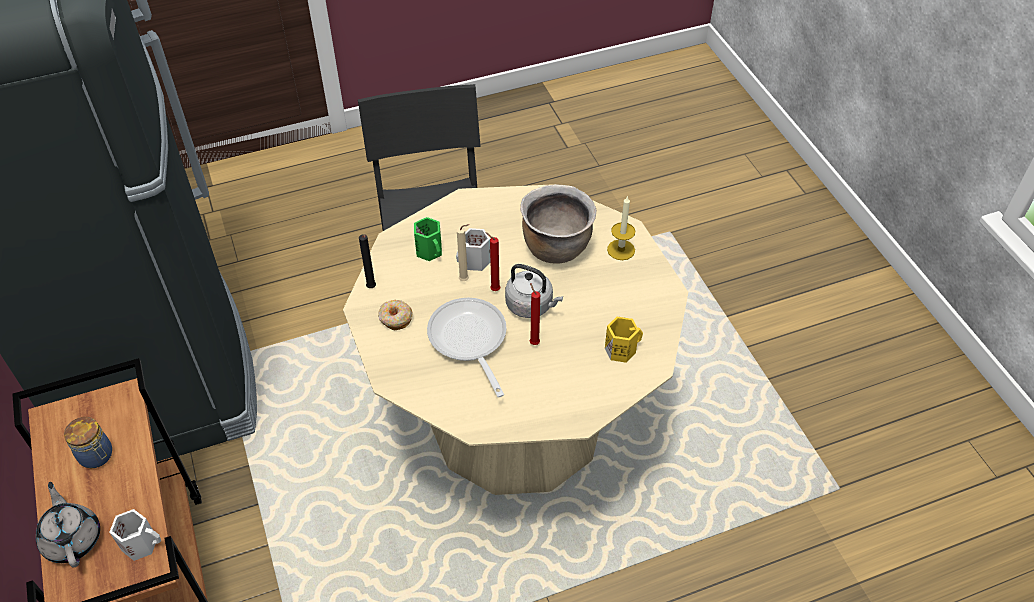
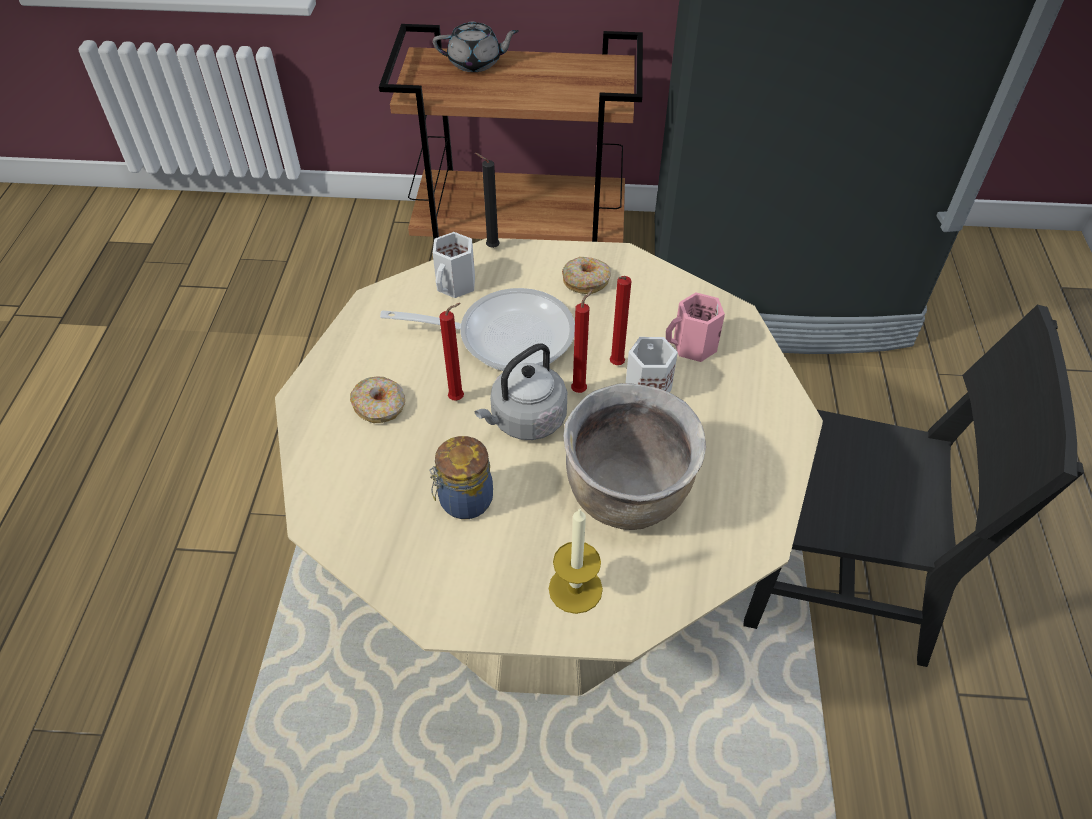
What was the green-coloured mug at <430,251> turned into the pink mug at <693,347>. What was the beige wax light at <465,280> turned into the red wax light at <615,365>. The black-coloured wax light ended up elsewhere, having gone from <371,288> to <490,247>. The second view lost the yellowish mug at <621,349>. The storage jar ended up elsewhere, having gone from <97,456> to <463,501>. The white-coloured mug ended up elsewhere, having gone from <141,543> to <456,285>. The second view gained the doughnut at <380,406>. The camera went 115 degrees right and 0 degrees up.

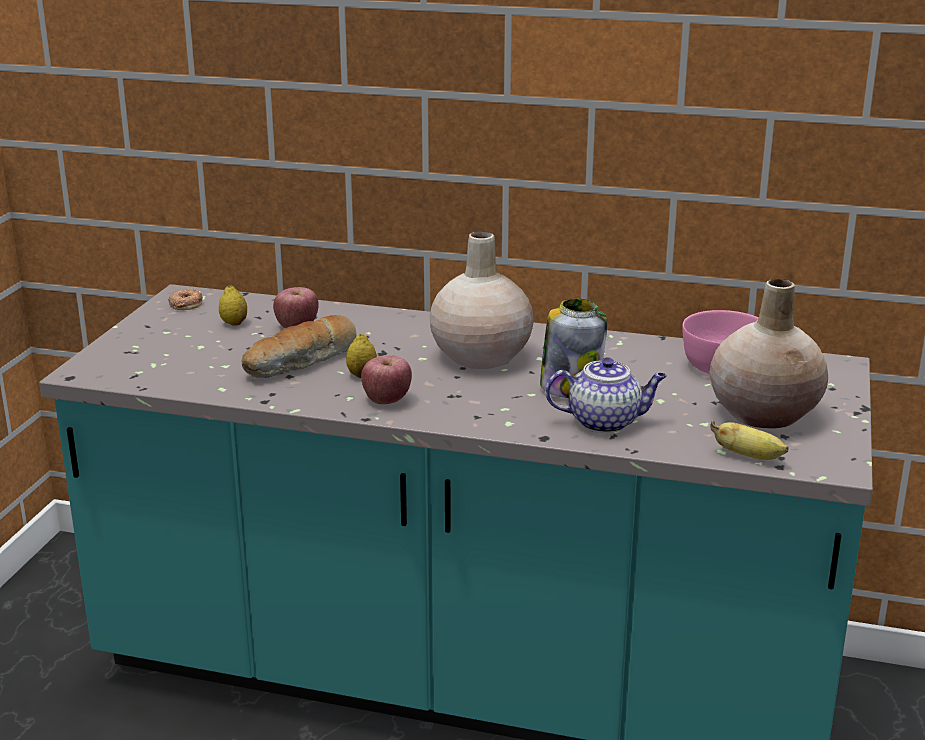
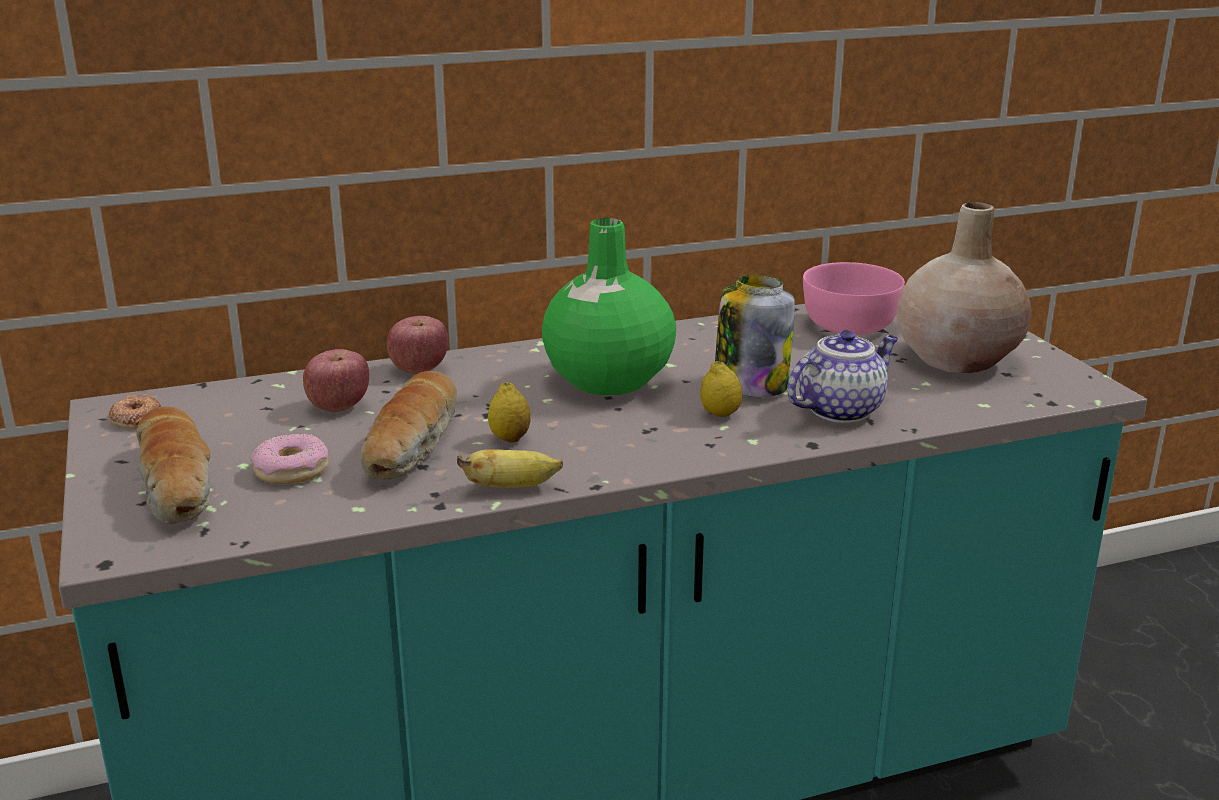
What was the beige vase at <480,356> turned into the green-coloured vase at <607,379>. The citrus fruit ended up elsewhere, having gone from <234,323> to <720,414>. The apple ended up elsewhere, having gone from <387,400> to <419,369>. The banana ended up elsewhere, having gone from <749,456> to <511,487>. The second view gained the bread at <178,484>. The second view gained the doughnut at <291,470>. The camera went 35 degrees left and 0 degrees up.

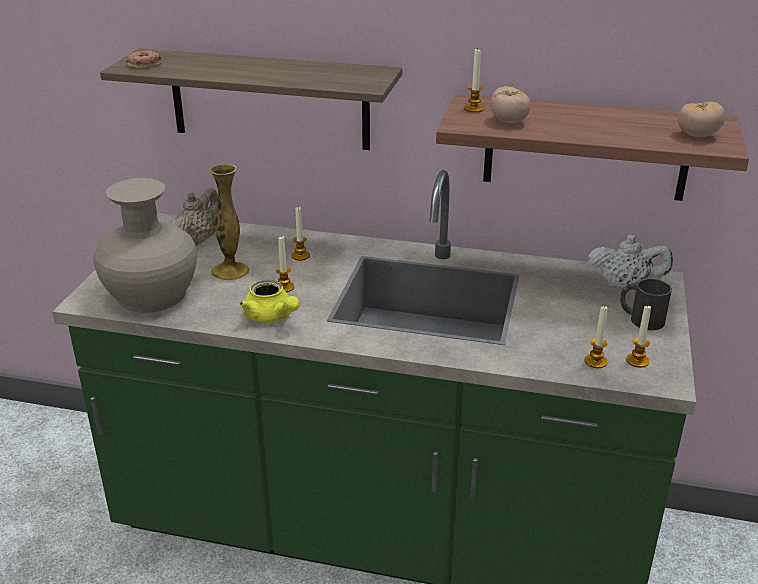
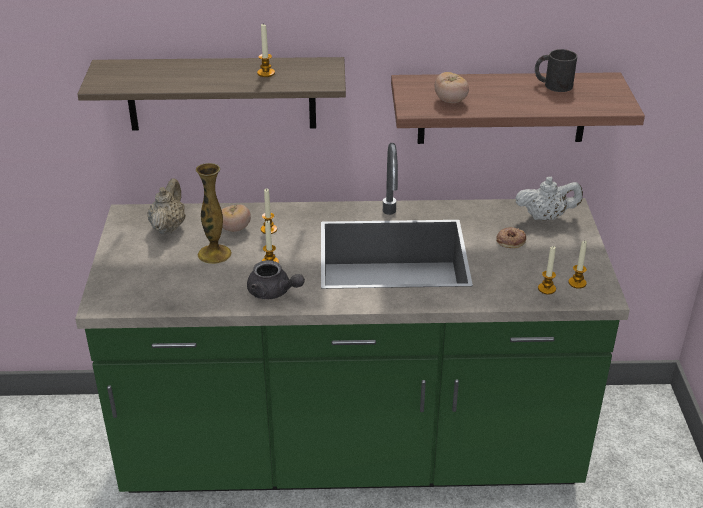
The wax light ended up elsewhere, having gone from <474,109> to <266,73>. The doughnut ended up elsewhere, having gone from <144,64> to <510,240>. The whole tomato ended up elsewhere, having gone from <697,136> to <235,229>. The second view lost the beige vase at <152,294>. The black-coloured mug ended up elsewhere, having gone from <640,318> to <552,84>. What was the yellowish tea pot at <271,317> turned into the gray tea pot at <273,292>. The camera went 15 degrees left and 5 degrees up.

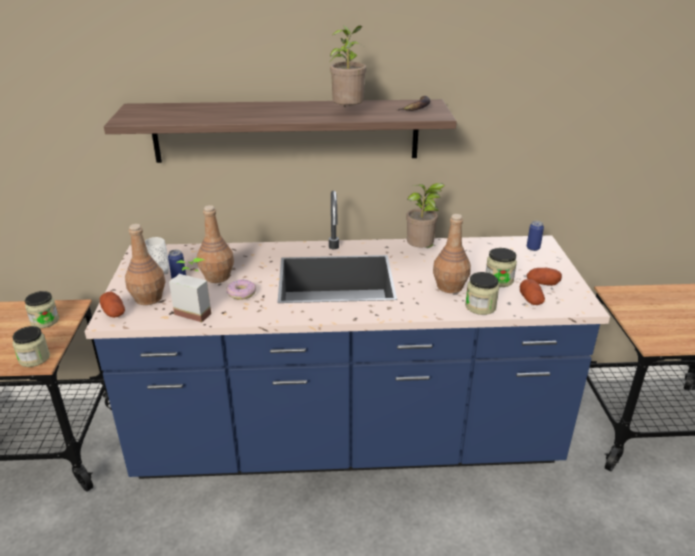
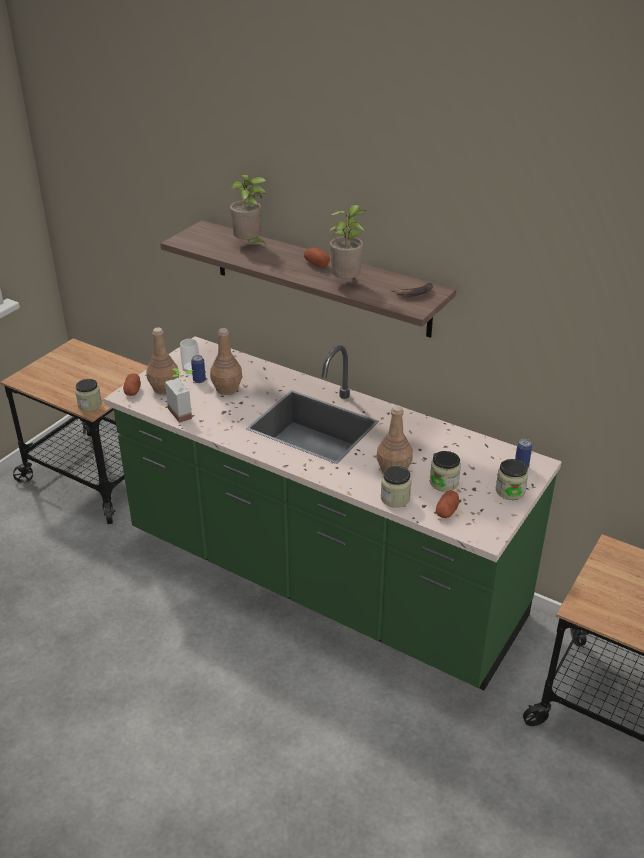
The houseplant ended up elsewhere, having gone from <421,251> to <249,245>. What was the bluish counter at <347,439> turned into the green-coloured counter at <322,579>. The whole potato ended up elsewhere, having gone from <542,283> to <316,264>. The second view lost the doughnut at <241,293>. The storage jar ended up elsewhere, having gone from <45,321> to <510,491>. The camera went 35 degrees right and 5 degrees up.

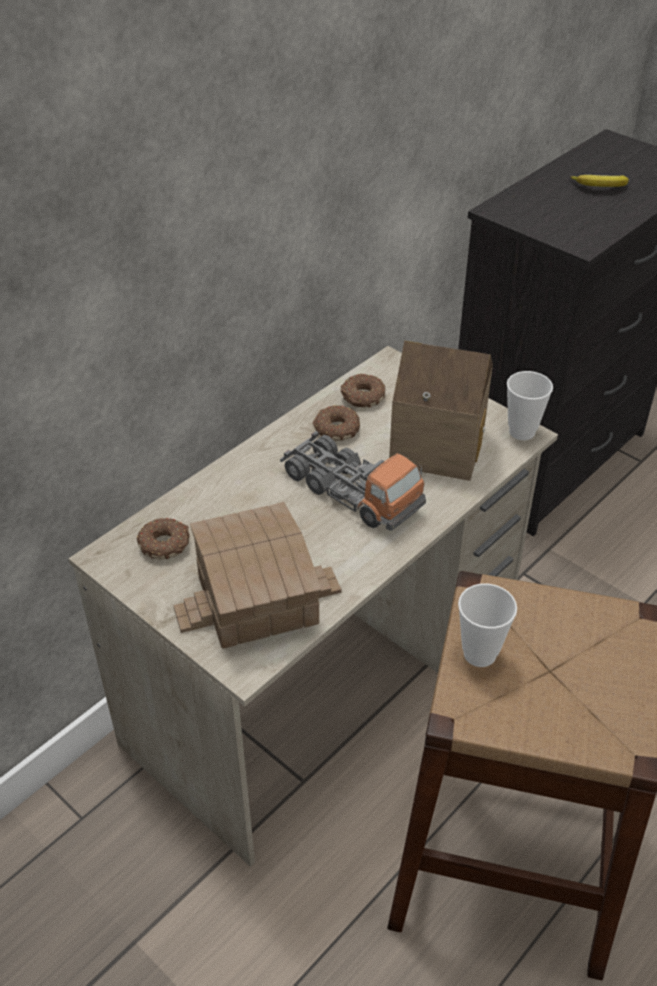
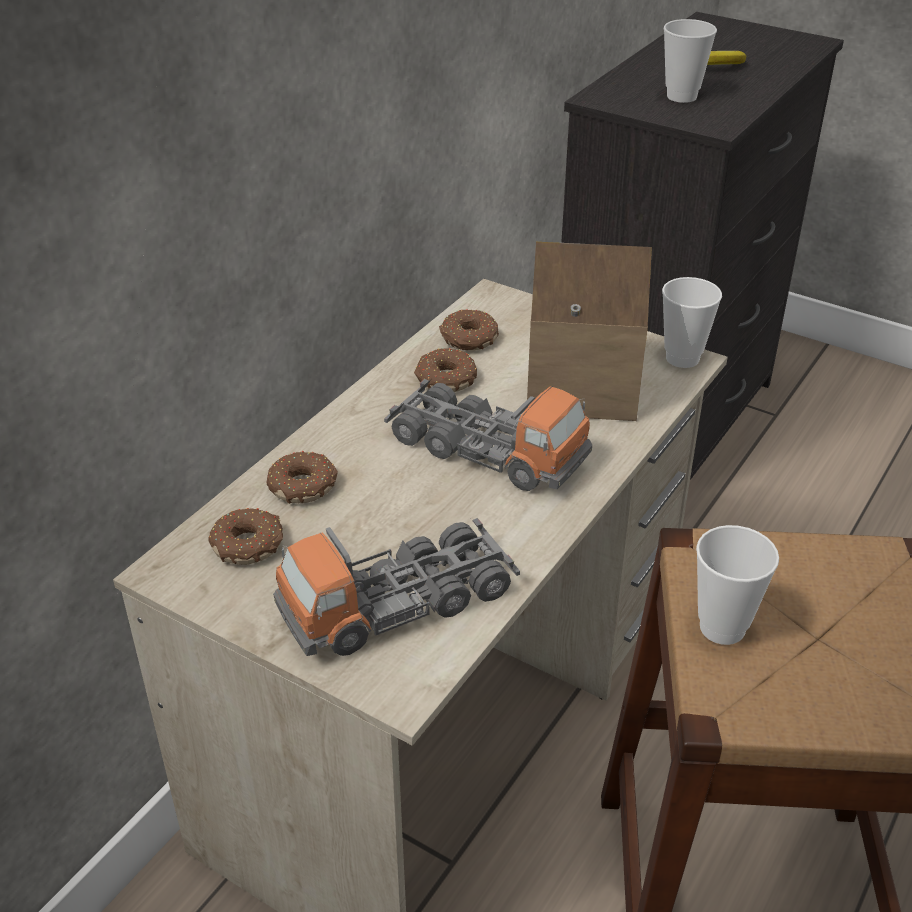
Where the model house stood at <258,602>, the toy lorry came to stand at <399,603>. The second view gained the drinking cup at <681,96>. The second view gained the doughnut at <304,485>. The camera went 10 degrees left and 5 degrees down.

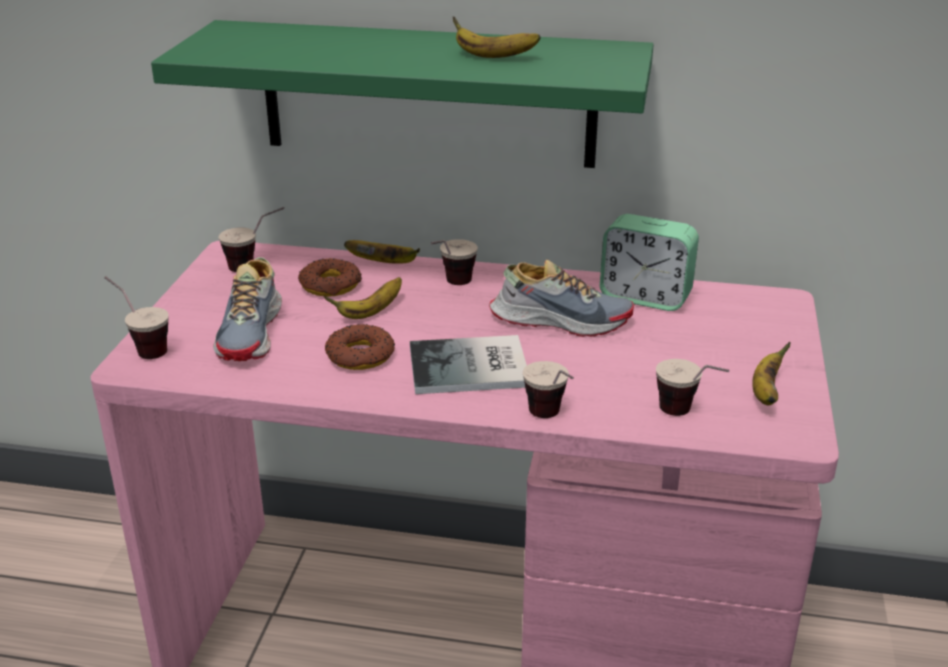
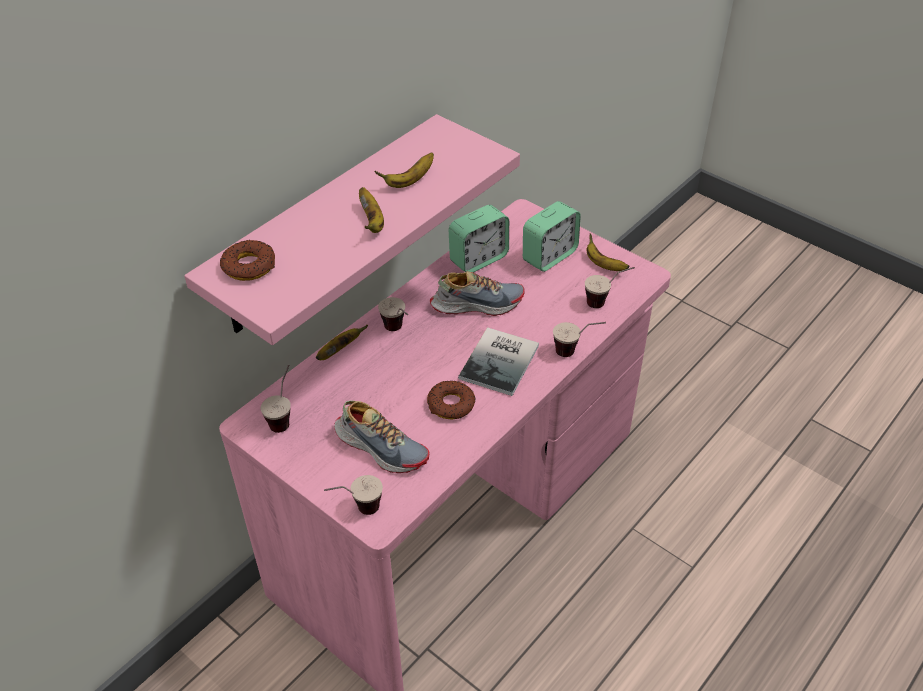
What was the green-coloured wall shelf at <428,94> turned into the pink wall shelf at <326,226>. The doughnut ended up elsewhere, having gone from <330,285> to <249,266>. The shoe at <560,320> ended up facing another way, 45 degrees clockwise from before. The banana ended up elsewhere, having gone from <370,312> to <372,222>. The second view gained the bedside clock at <549,256>. The camera went 60 degrees left and 15 degrees up.

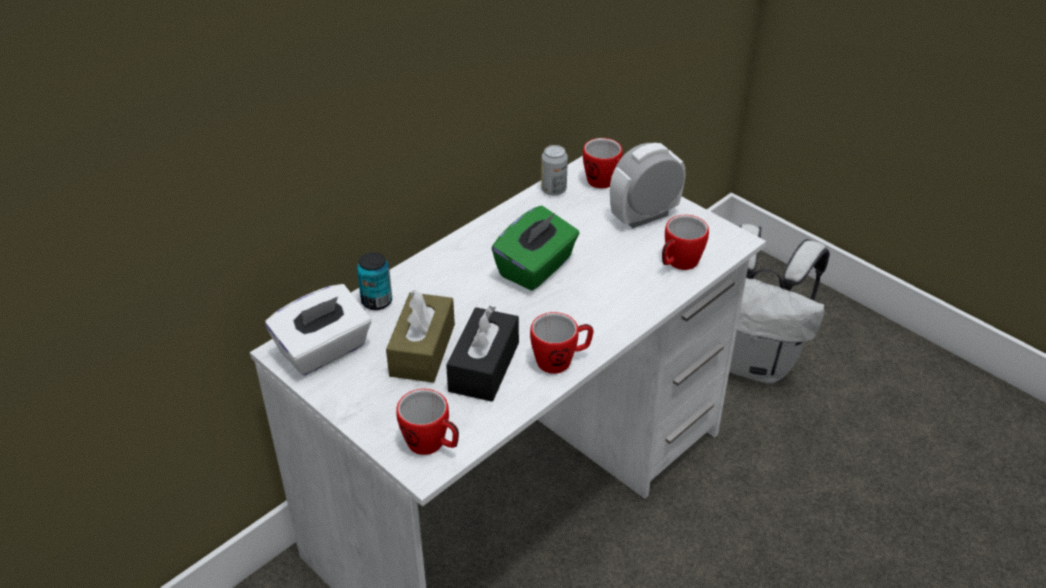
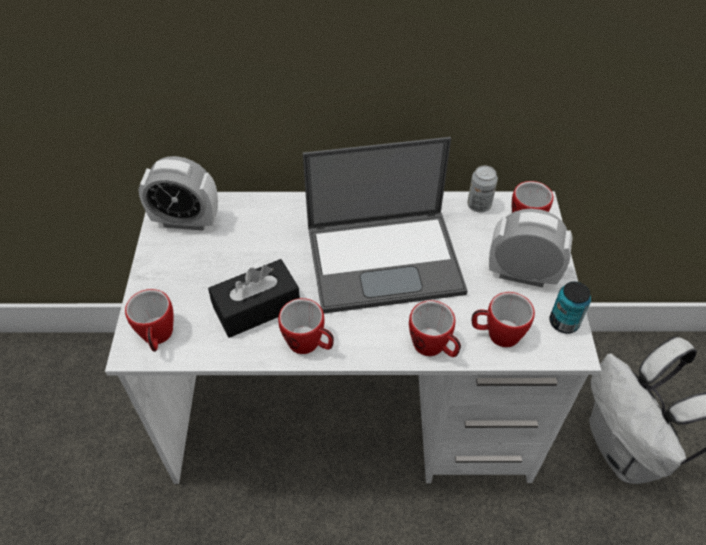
Where the green-coloured tissue holder stood at <536,268>, the laptop came to stand at <386,259>. The metal can ended up elsewhere, having gone from <377,301> to <564,322>. Where the white-coloured tissue holder stood at <324,350>, the bedside clock came to stand at <186,221>. The second view lost the brown-coloured tissue holder at <422,350>. The second view gained the mug at <434,348>. The camera went 45 degrees right and 10 degrees up.

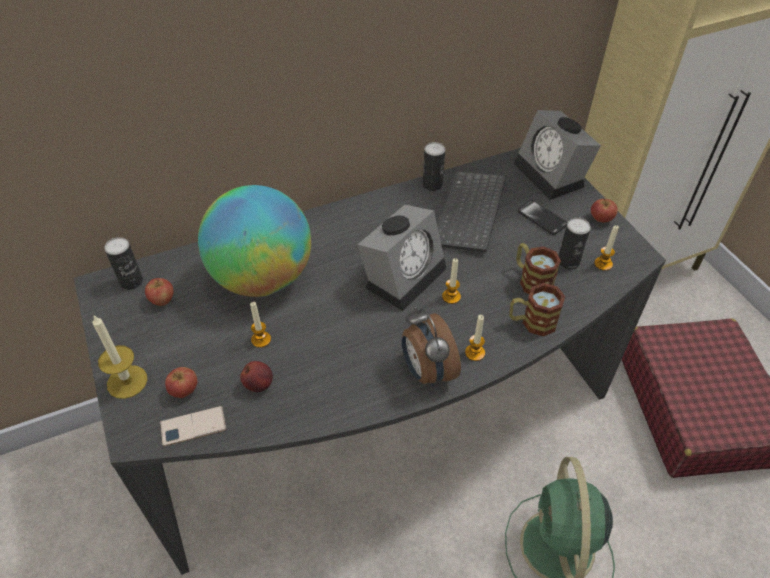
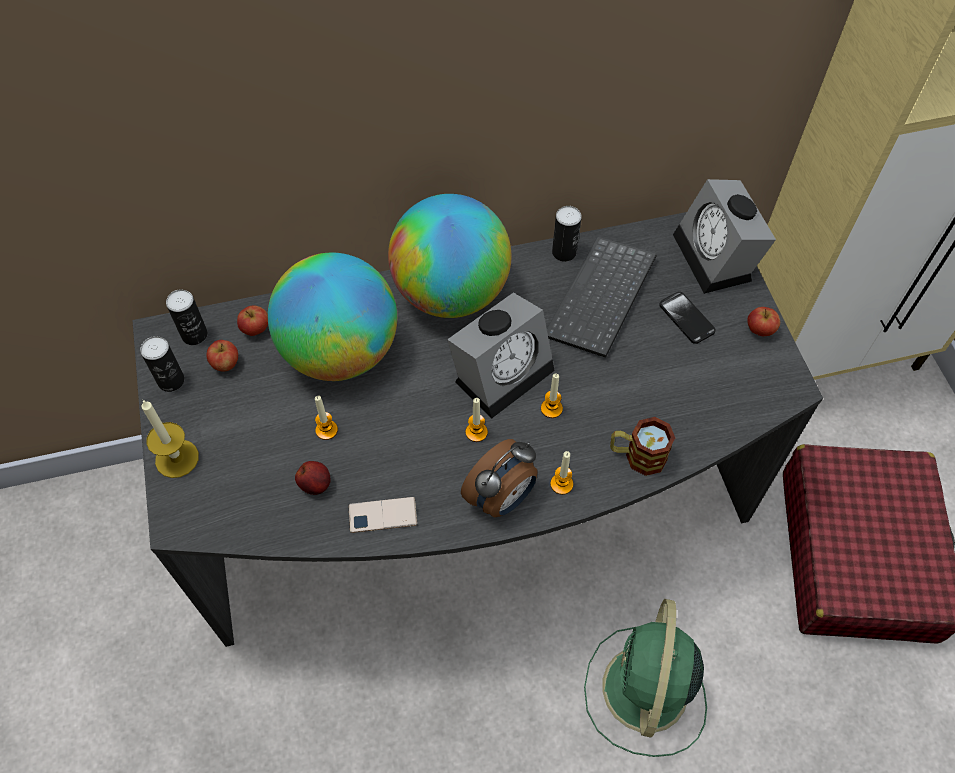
The metal can ended up elsewhere, having gone from <568,262> to <171,381>. The wax light ended up elsewhere, having gone from <603,264> to <476,432>. The second view lost the mug at <531,280>. The bedside clock at <426,371> ended up facing another way, 120 degrees counterclockwise from before. The apple ended up elsewhere, having gone from <184,390> to <256,329>. The phone ended up elsewhere, having gone from <193,426> to <382,515>. The second view gained the world globe at <450,293>. The camera went 10 degrees right and 10 degrees up.

